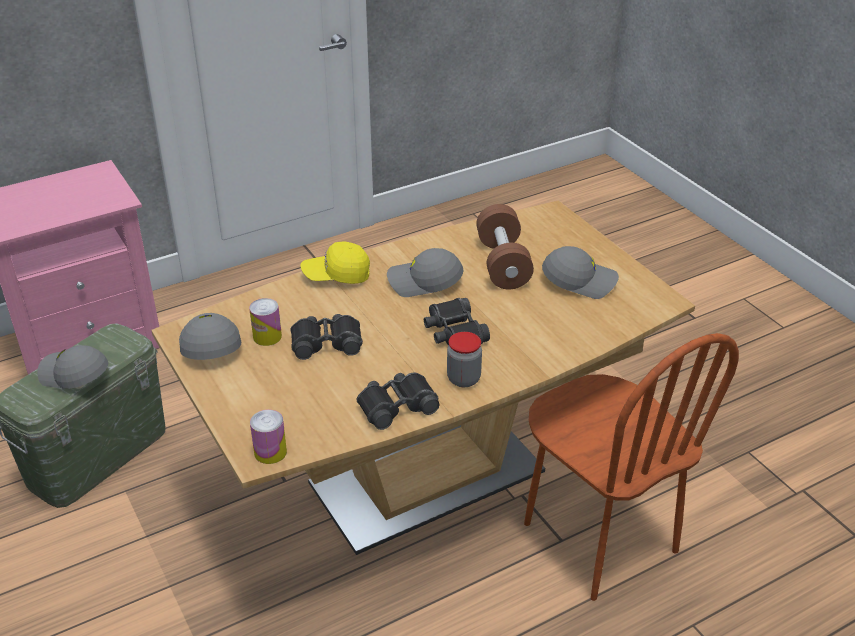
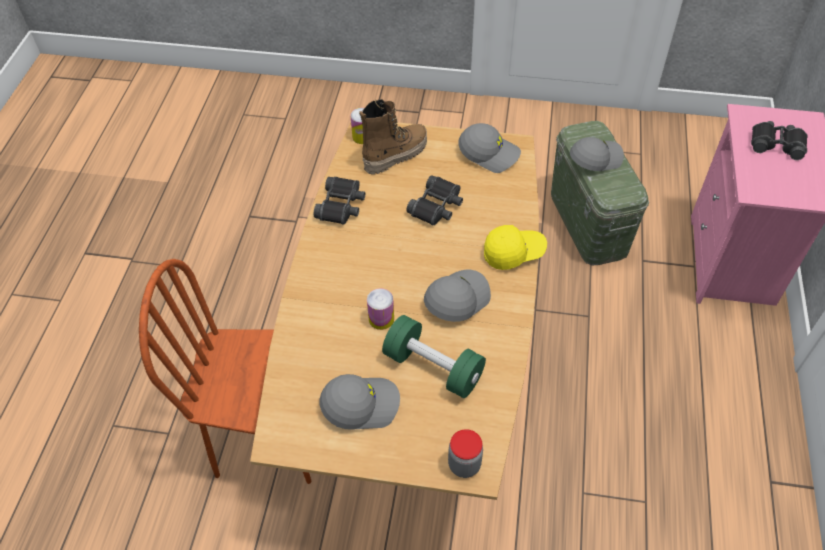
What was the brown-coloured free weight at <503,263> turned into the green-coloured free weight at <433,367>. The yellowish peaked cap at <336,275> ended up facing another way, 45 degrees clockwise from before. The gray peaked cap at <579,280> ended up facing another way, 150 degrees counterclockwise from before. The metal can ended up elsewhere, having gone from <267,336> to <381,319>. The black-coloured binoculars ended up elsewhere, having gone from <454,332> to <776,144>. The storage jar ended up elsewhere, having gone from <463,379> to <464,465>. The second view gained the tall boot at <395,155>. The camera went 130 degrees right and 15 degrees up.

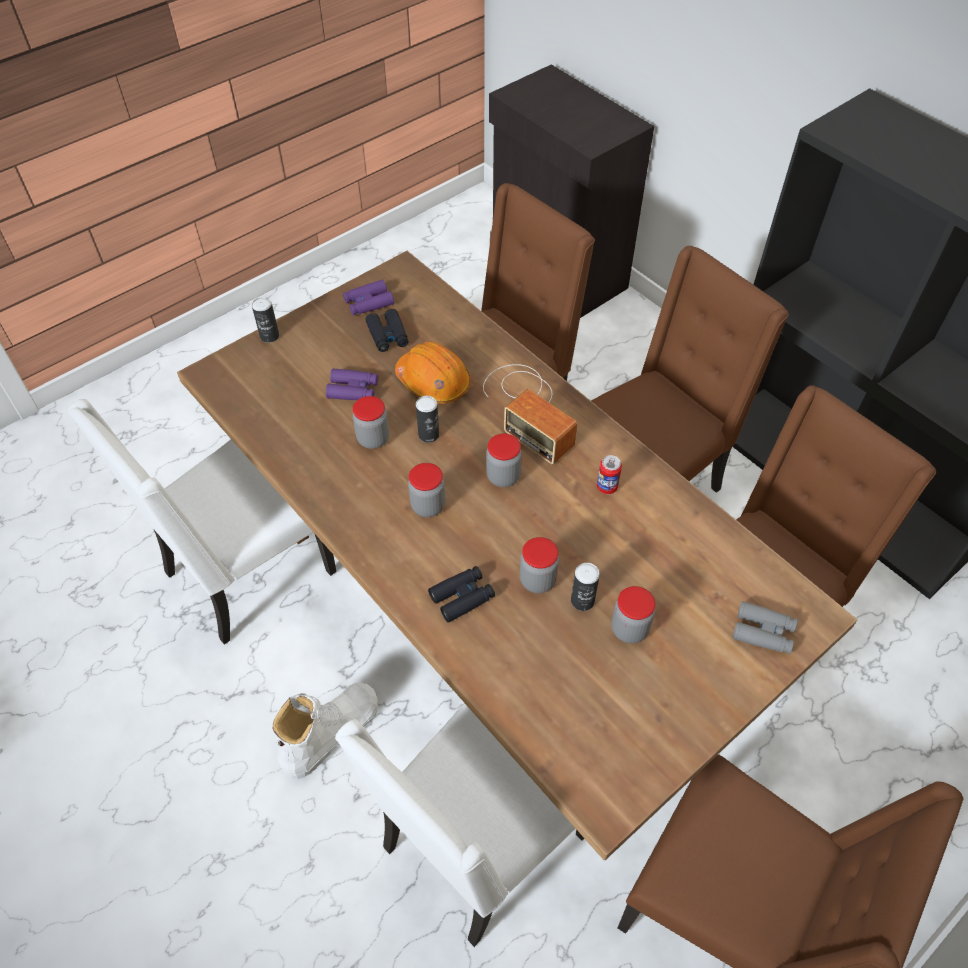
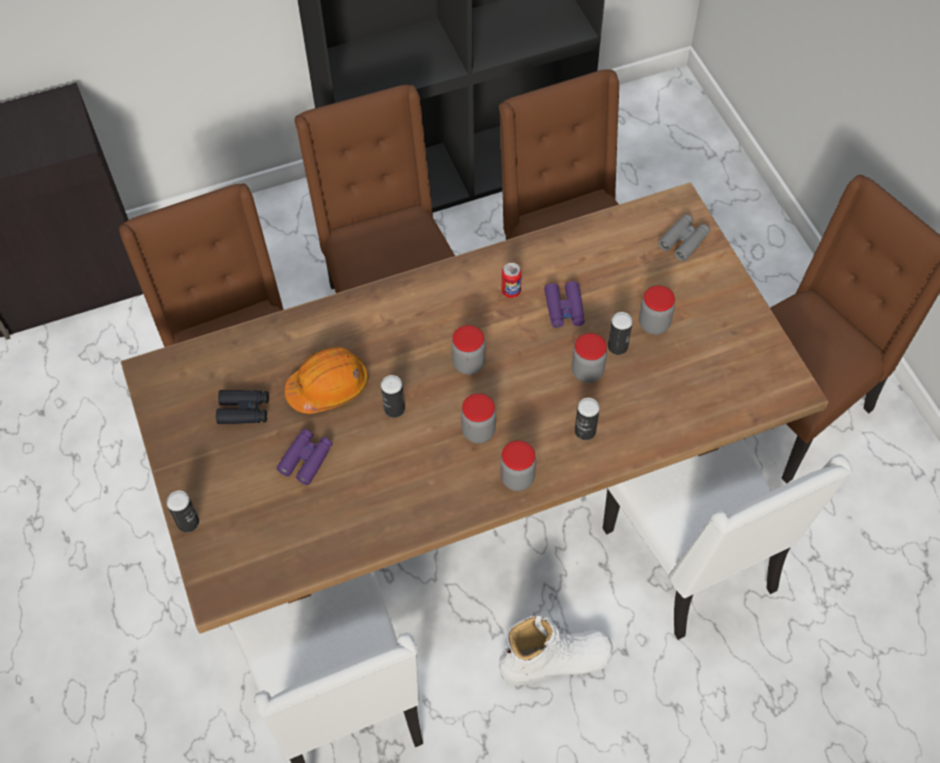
The purple-coloured binoculars ended up elsewhere, having gone from <368,303> to <564,309>. The second view lost the radio receiver at <528,408>. The storage jar ended up elsewhere, having gone from <373,439> to <517,478>. Where the black-coloured binoculars stood at <462,597>, the metal can came to stand at <585,431>. The white-coloured tall boot at <330,733> ended up facing another way, 105 degrees clockwise from before. The camera went 70 degrees left and 5 degrees up.

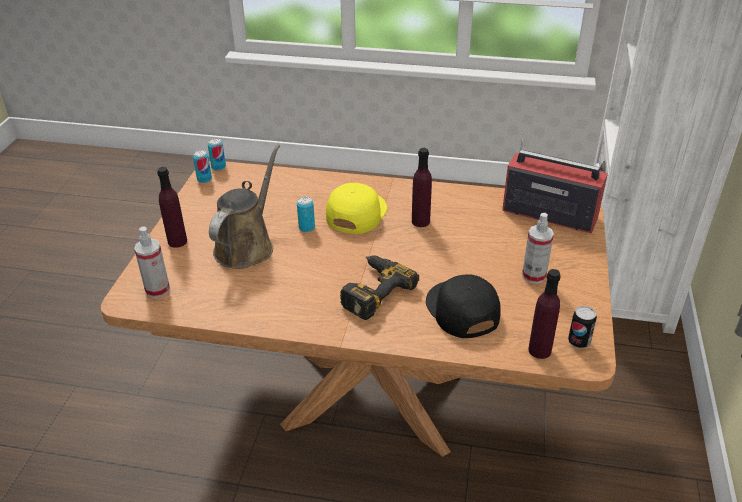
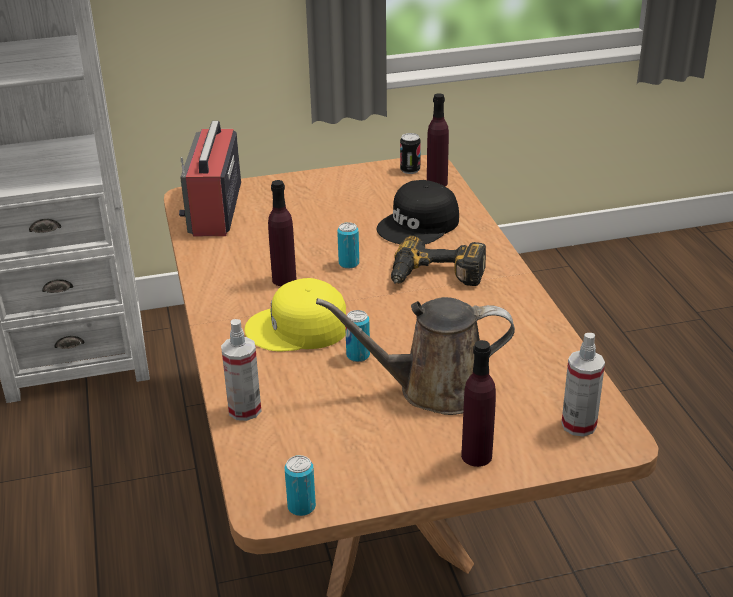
The metal can ended up elsewhere, having gone from <218,167> to <349,263>. The spray bottle ended up elsewhere, having gone from <534,276> to <244,410>. The camera went 115 degrees left and 5 degrees down.

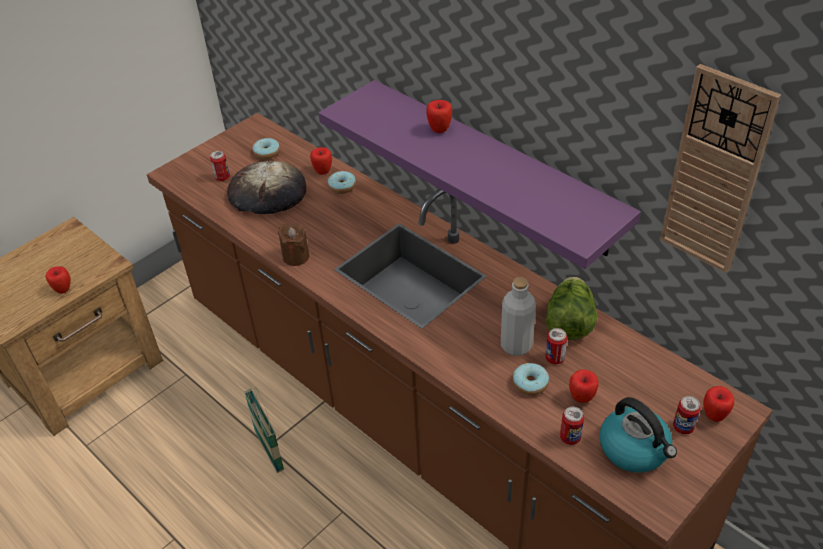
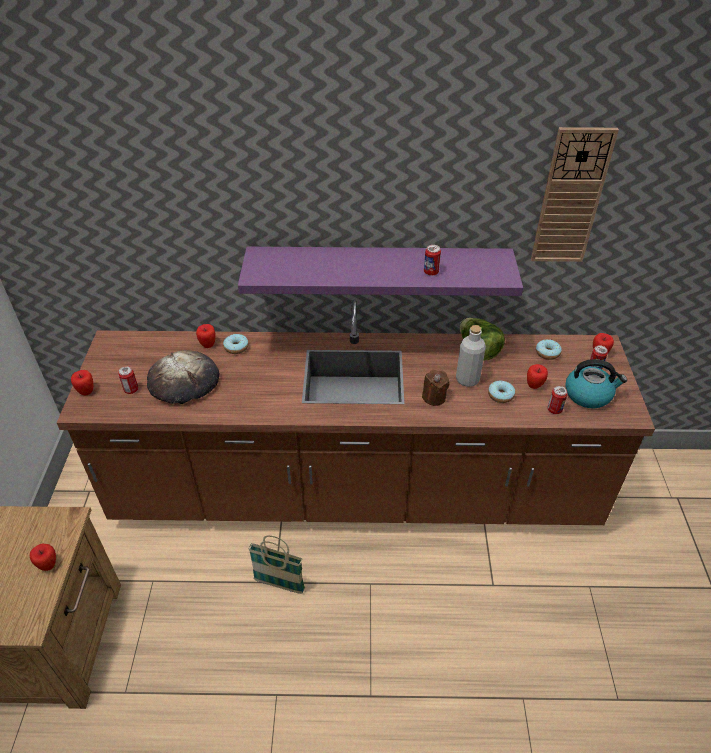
The apple ended up elsewhere, having gone from <439,129> to <86,391>. The doughnut ended up elsewhere, having gone from <267,153> to <547,353>. The brown-coloured wax light ended up elsewhere, having gone from <296,256> to <434,397>. The metal can ended up elsewhere, having gone from <554,358> to <431,272>. The camera went 45 degrees left and 0 degrees up.

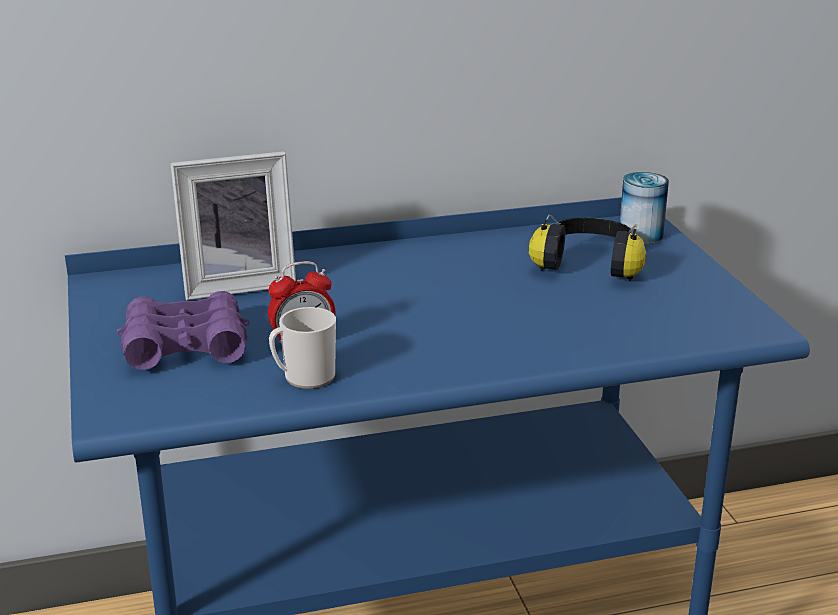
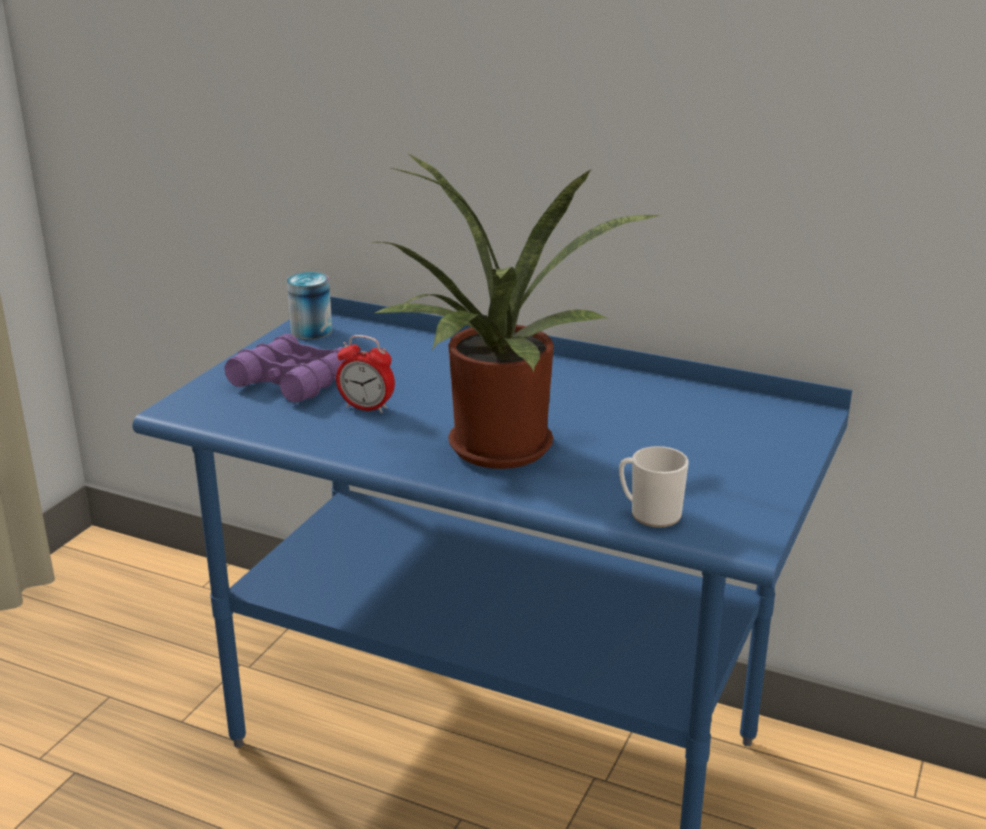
The second view lost the photo frame at <238,284>. The metal can ended up elsewhere, having gone from <640,234> to <311,331>. The second view lost the pair of headphones at <588,265>. The mug ended up elsewhere, having gone from <304,377> to <650,514>. The second view gained the houseplant at <498,453>. The camera went 40 degrees right and 0 degrees up.

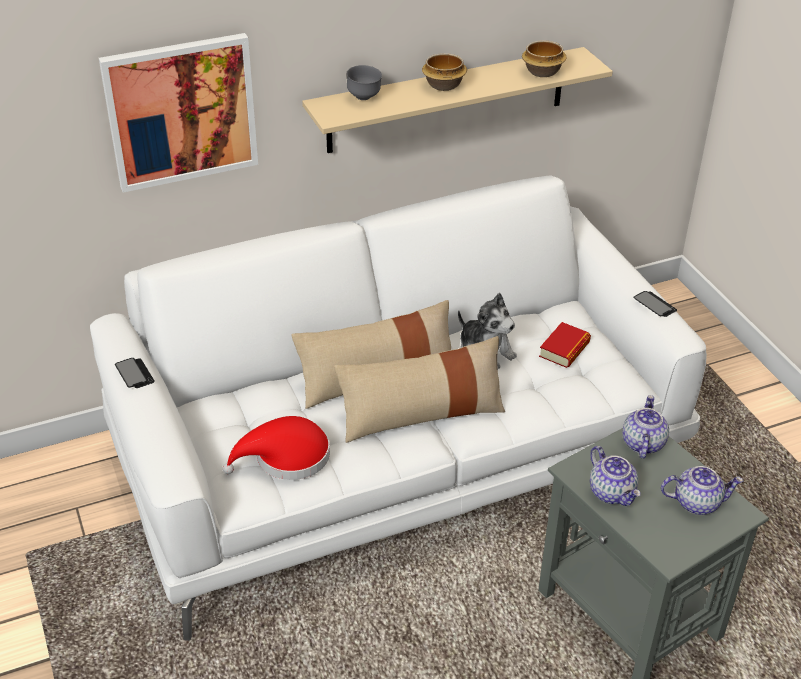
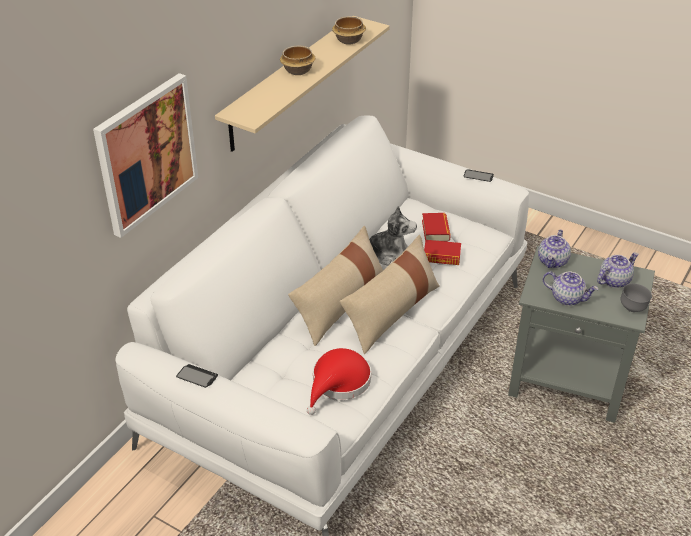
The gray bowl ended up elsewhere, having gone from <364,98> to <633,308>. The tea pot at <642,443> ended up facing another way, 135 degrees counterclockwise from before. The second view gained the bound book at <441,256>. The camera went 35 degrees left and 0 degrees up.

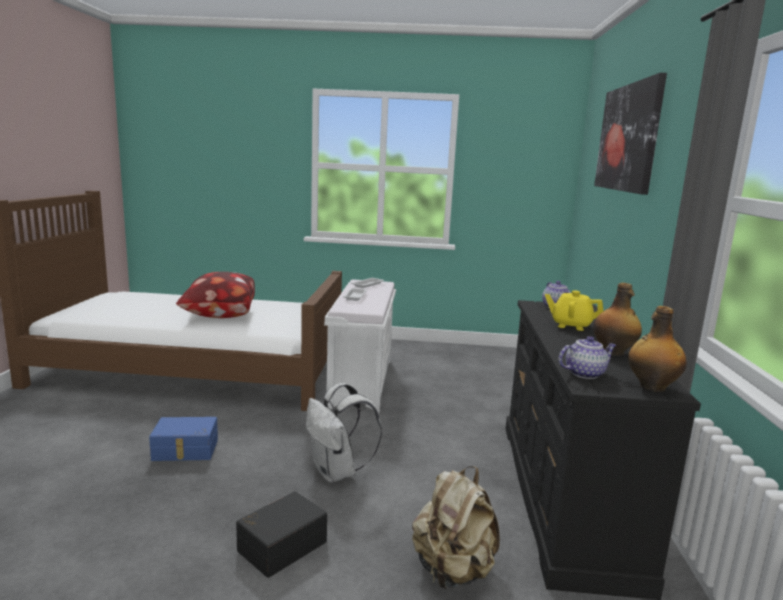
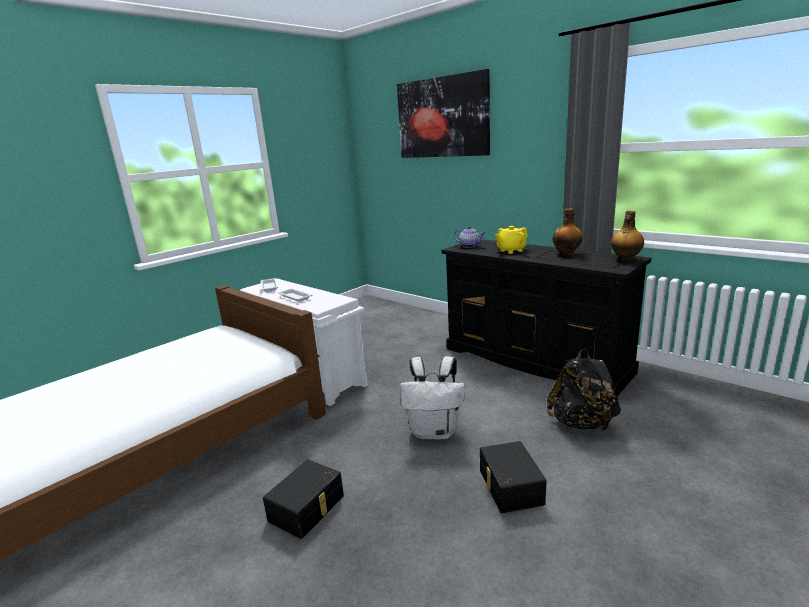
The second view lost the pillow at <219,315>. The second view lost the tea pot at <585,373>. What was the bluish storage box at <185,450> turned into the black-coloured storage box at <308,508>. What was the beige rucksack at <452,571> turned into the black-coloured rucksack at <582,423>. The camera went 50 degrees left and 5 degrees up.

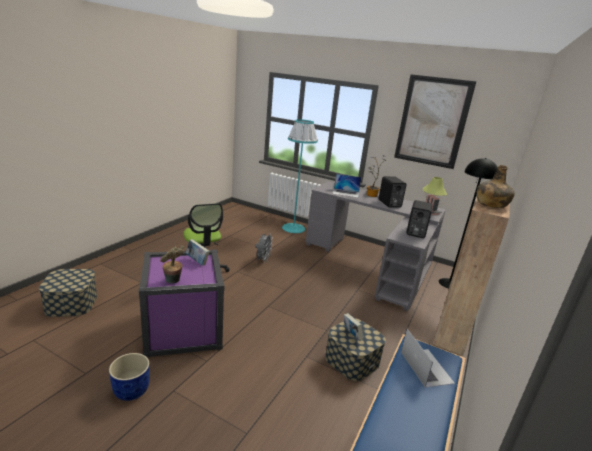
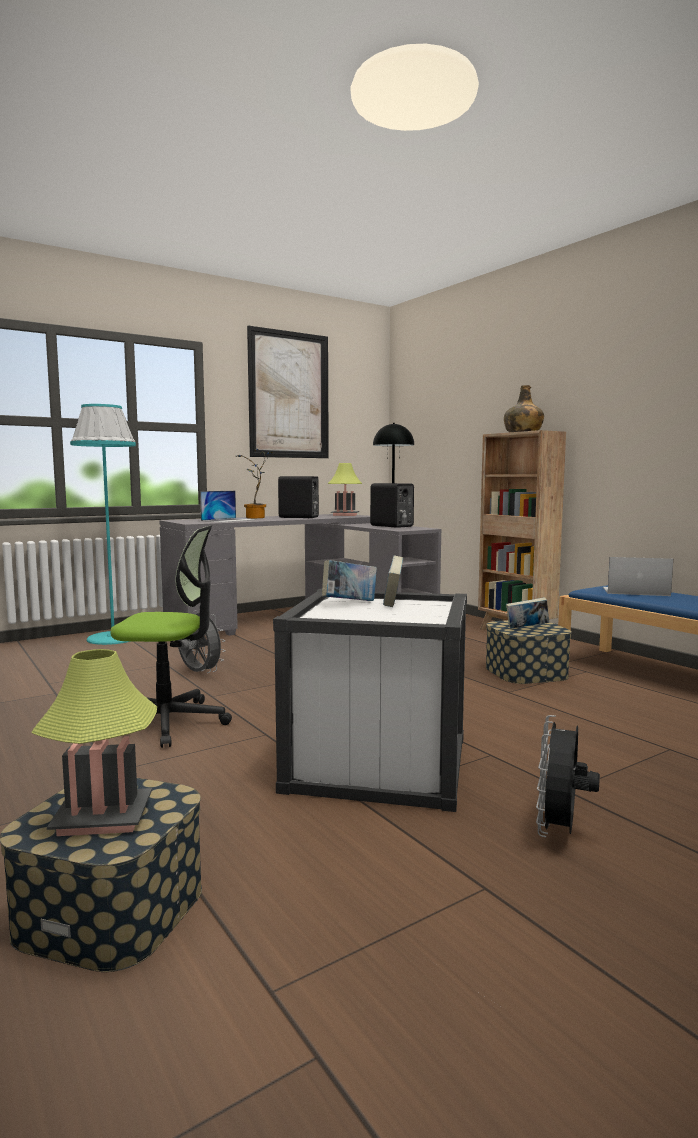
The second view lost the houseplant at <173,281>. What was the purple-coloured storage box at <183,329> turned into the white-coloured storage box at <378,764>. Where the bluish planter stood at <131,390>, the black-coloured cooling fan came to stand at <560,832>. The second view gained the bound book at <393,602>. The second view gained the lamp for a table at <103,818>. The camera went 60 degrees left and 15 degrees down.

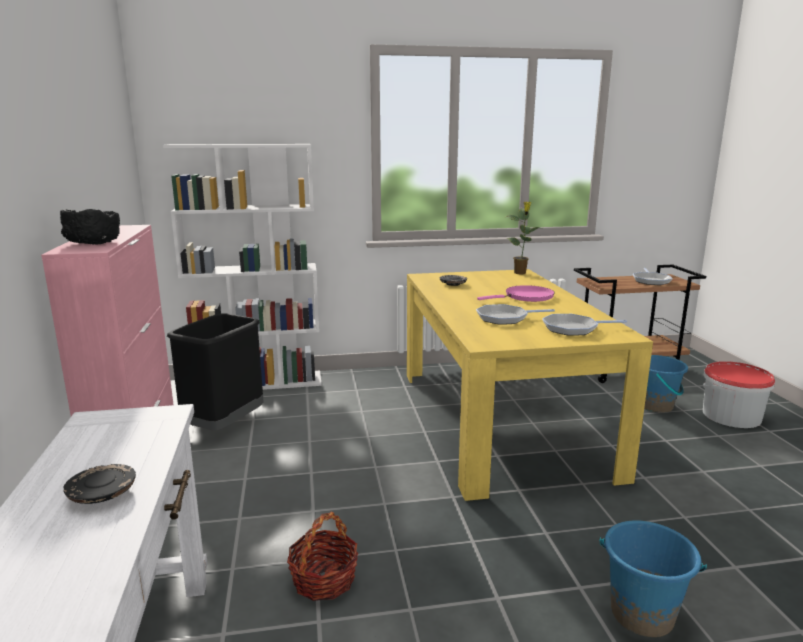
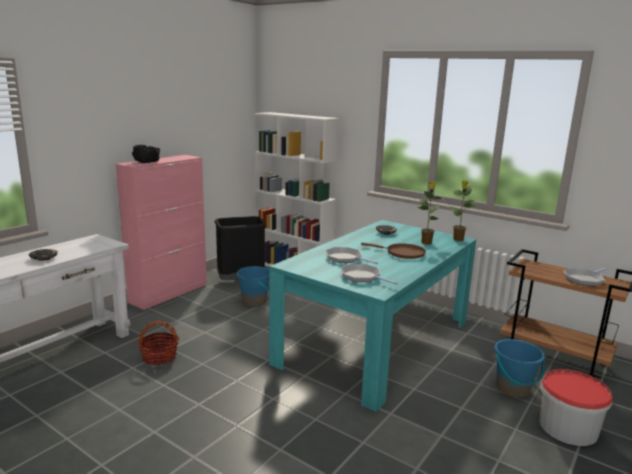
What was the yellowish kitchen table at <500,420> turned into the turquoise kitchen table at <376,342>. What was the pink skillet at <526,297> turned into the brown-coloured skillet at <402,253>. The bluish bucket ended up elsewhere, having gone from <642,614> to <254,302>. The second view gained the houseplant at <426,242>. The camera went 45 degrees right and 0 degrees up.

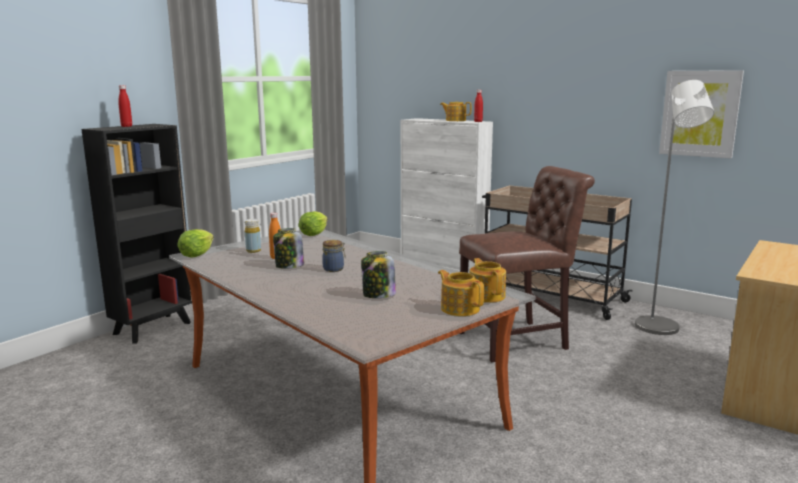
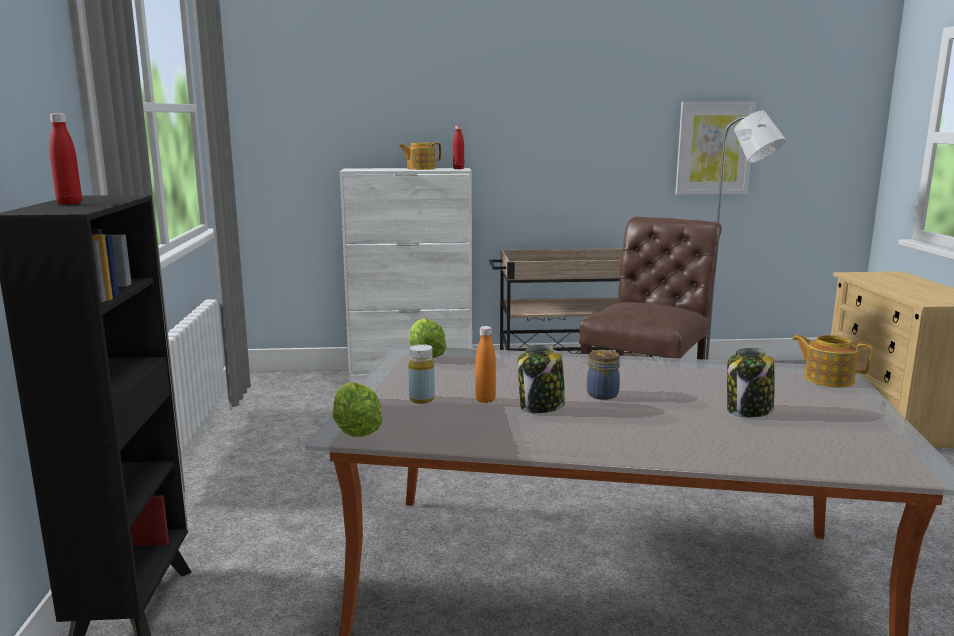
The second view lost the tea pot at <460,308>. The camera went 40 degrees left and 0 degrees up.

